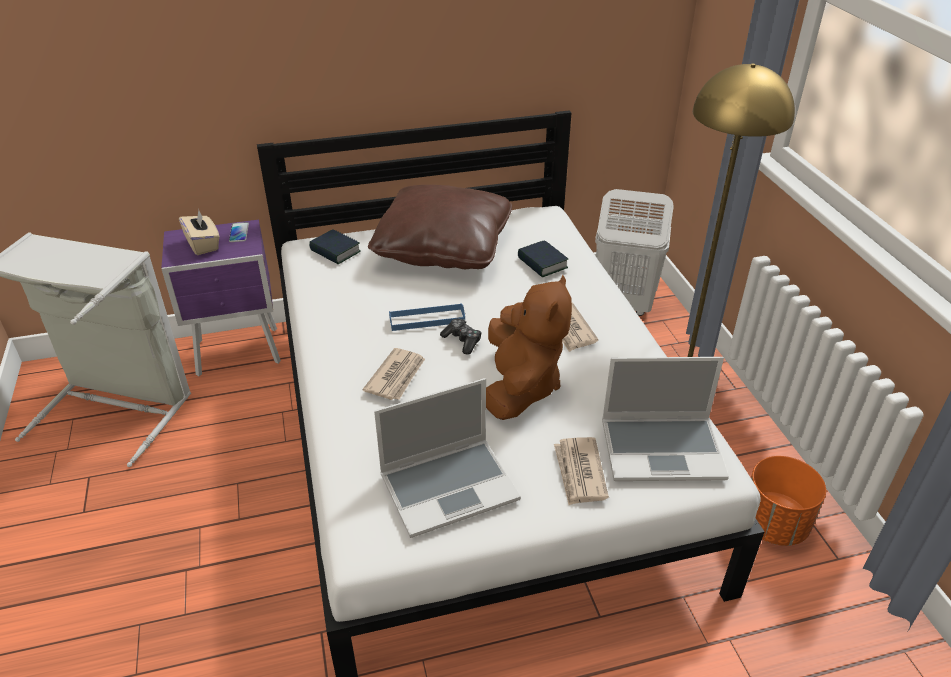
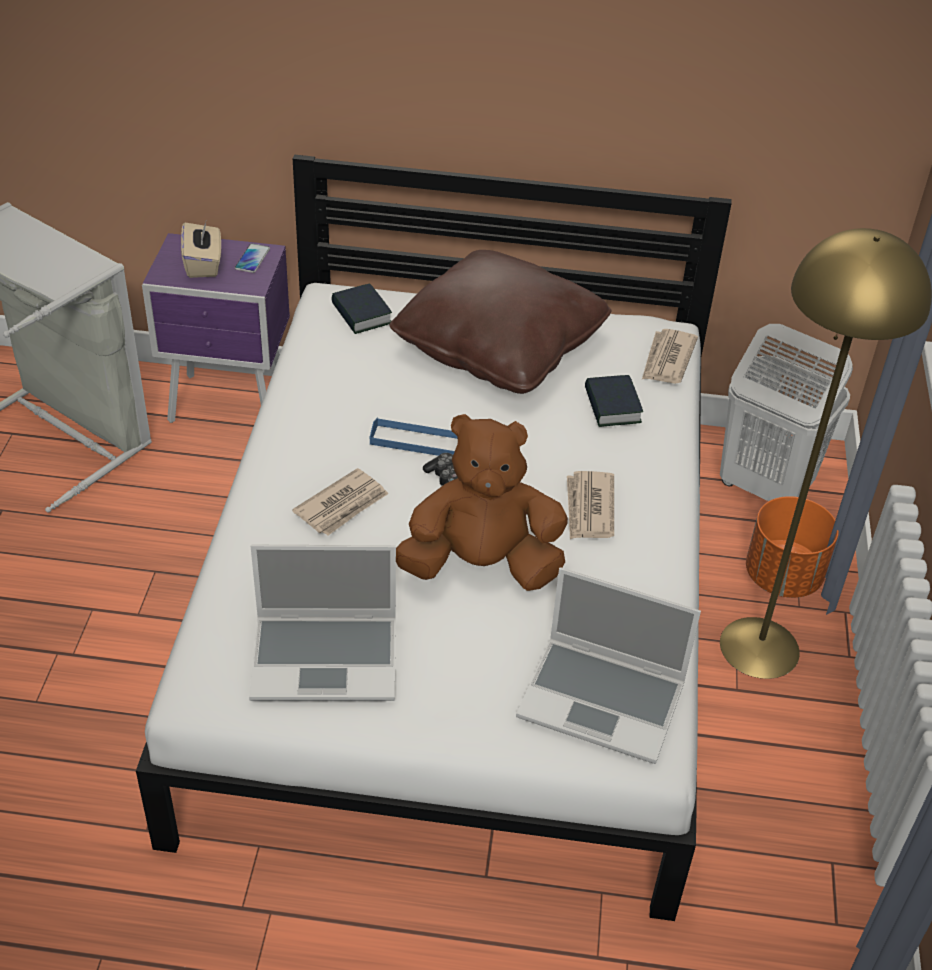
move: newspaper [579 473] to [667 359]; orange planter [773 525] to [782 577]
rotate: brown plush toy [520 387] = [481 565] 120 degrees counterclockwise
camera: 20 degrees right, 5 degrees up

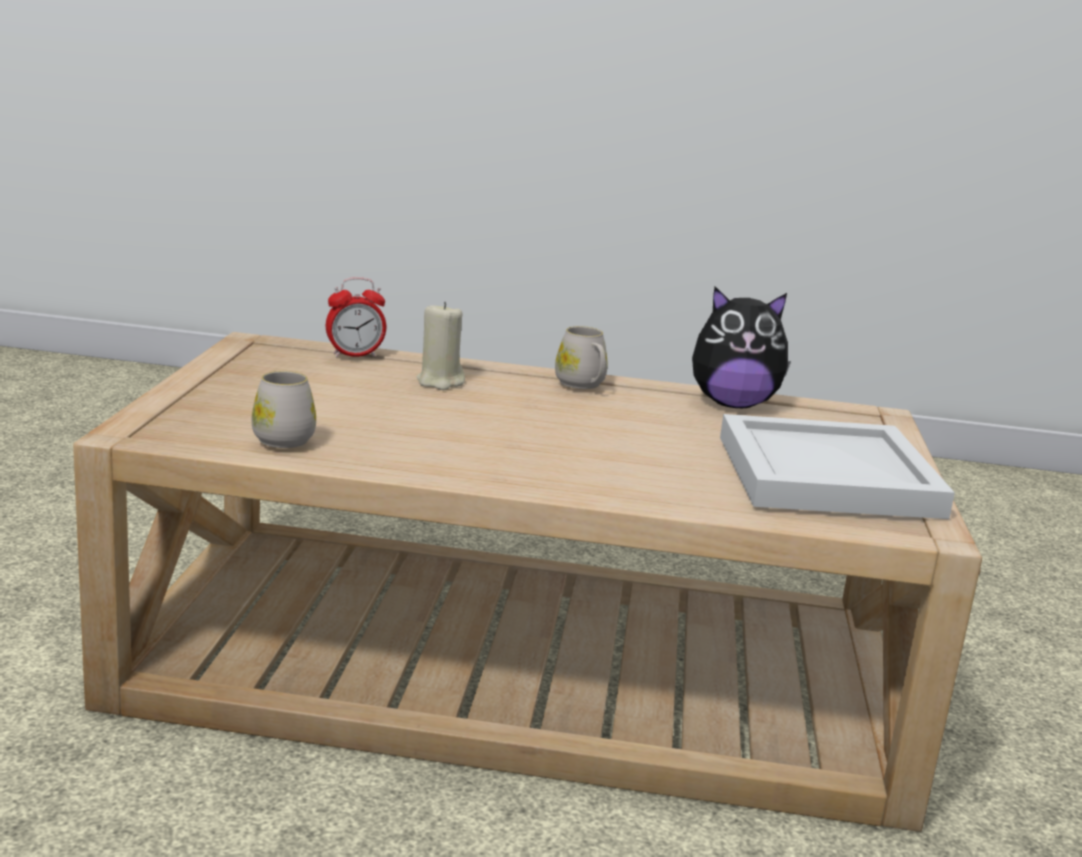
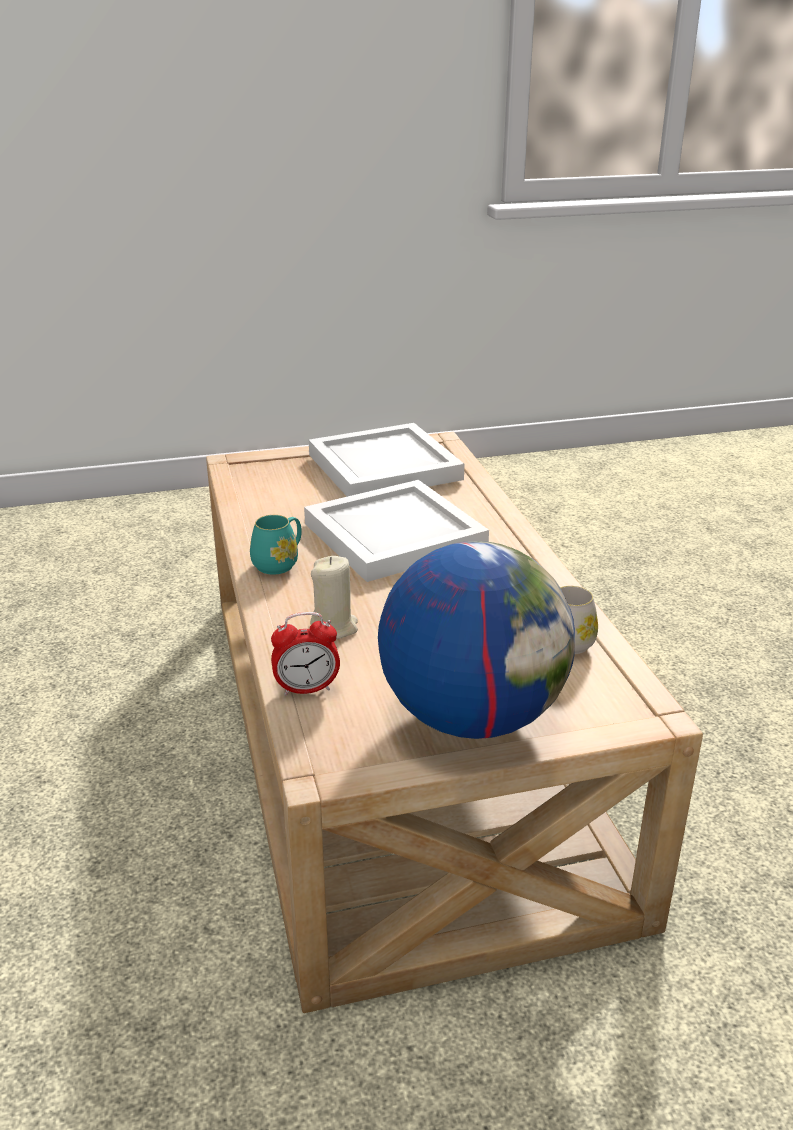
delete: plush toy [733 404]
insert: white tray [393 537]; globe [472 716]
recolor: white mug [583 385] to turquoise mug [279 563]
rotate: alarm clock [354 355] = [307 689] 120 degrees clockwise
camera: 110 degrees left, 10 degrees up

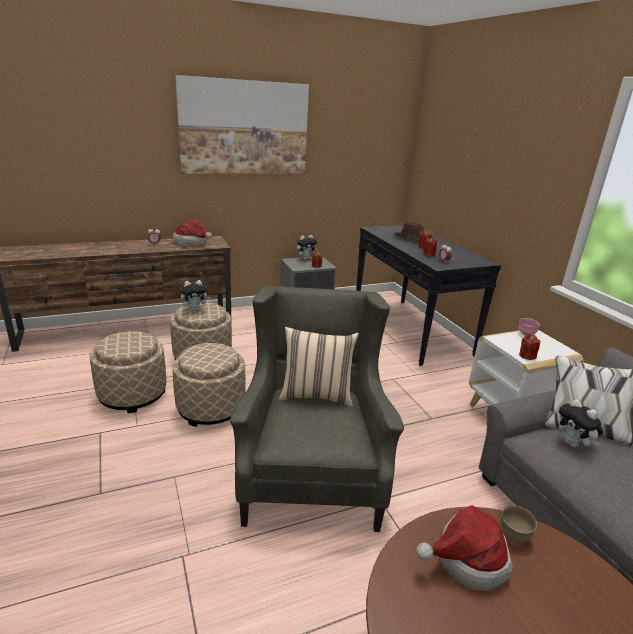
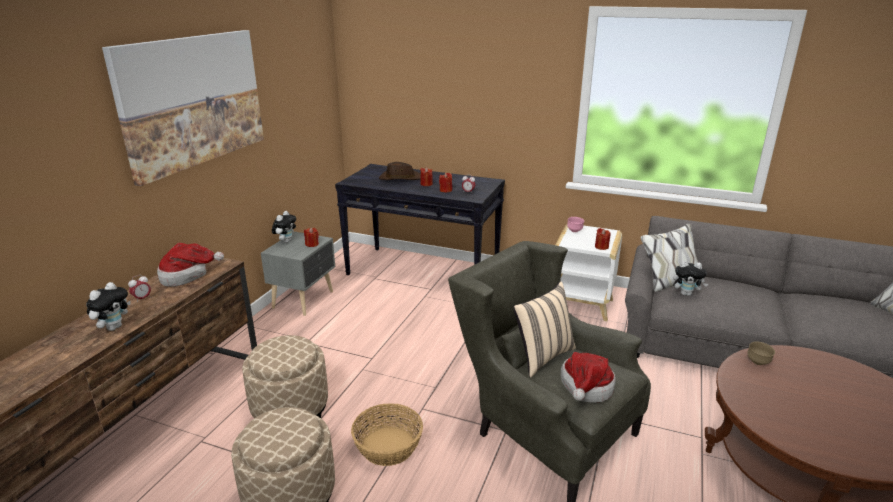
move: plush toy [195 309] to [114 327]; hat [466 559] to [585 389]
replace: beige ottoman [211 407] to basket [388 446]
camera: 45 degrees left, 0 degrees up

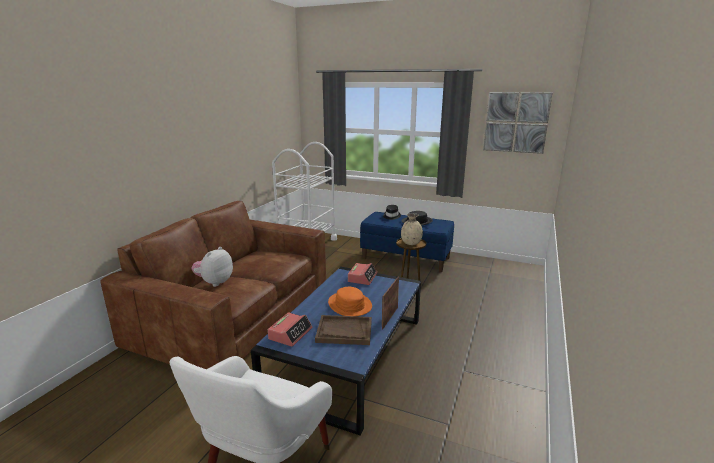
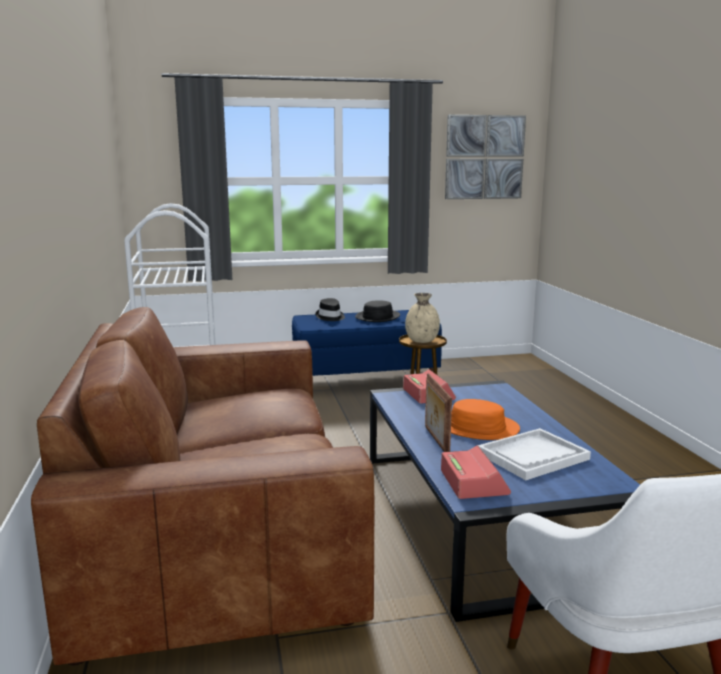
delete: plush toy [214 282]
move: picture frame [389 317] to [435 441]
recolor: brown tray [344 331] to white tray [532 456]
camera: 35 degrees left, 5 degrees down

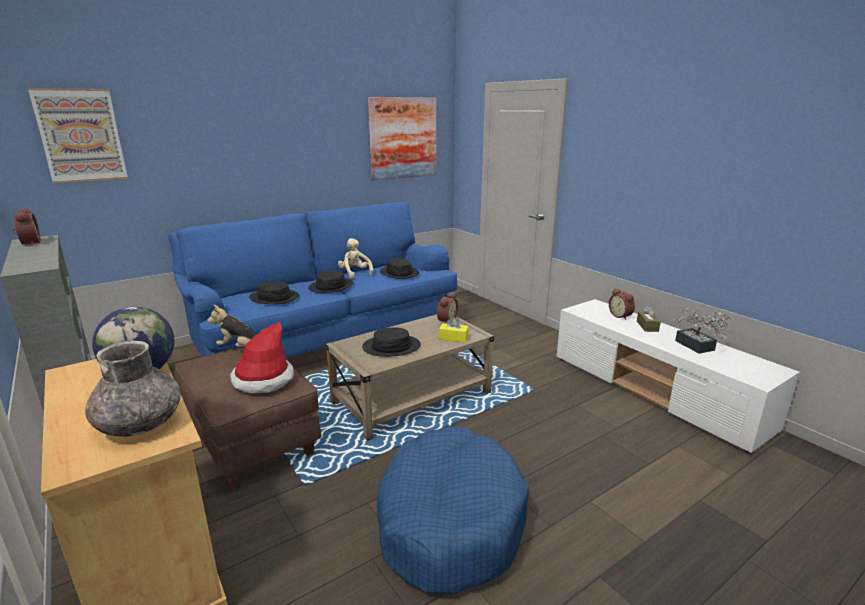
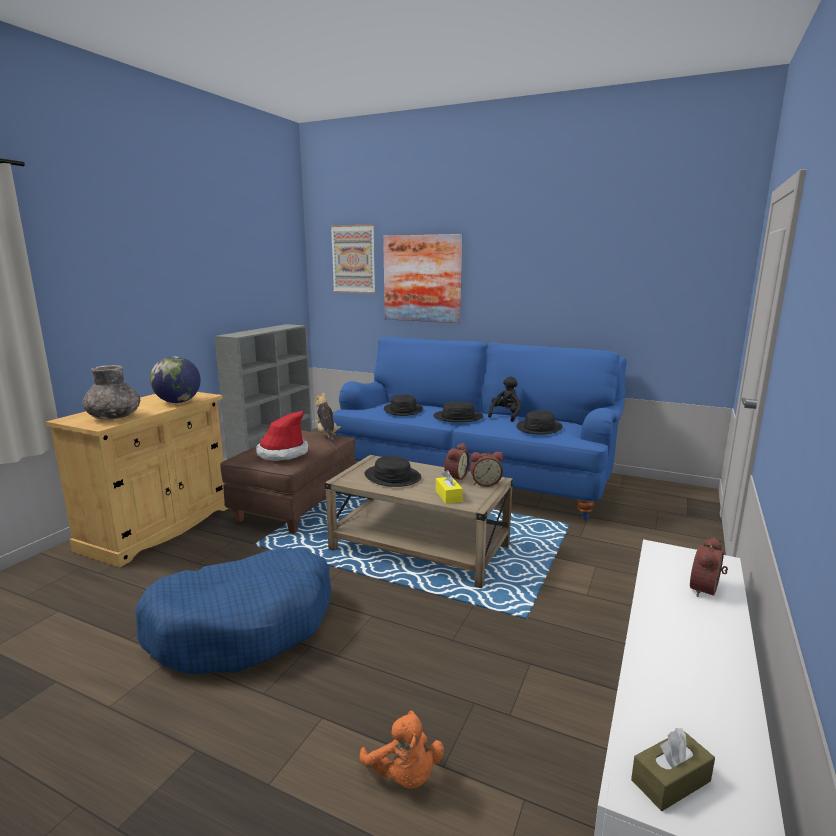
delete: potted plant [697 347]
insert: orange plush toy [404 776]
move: alarm clock [29 243] to [455 477]; picture [403 138] to [422 278]; brown tissue box [647 326] to [670 780]
recolor: beige plush toy [355 273] to black plush toy [505 416]
camera: 60 degrees right, 5 degrees down

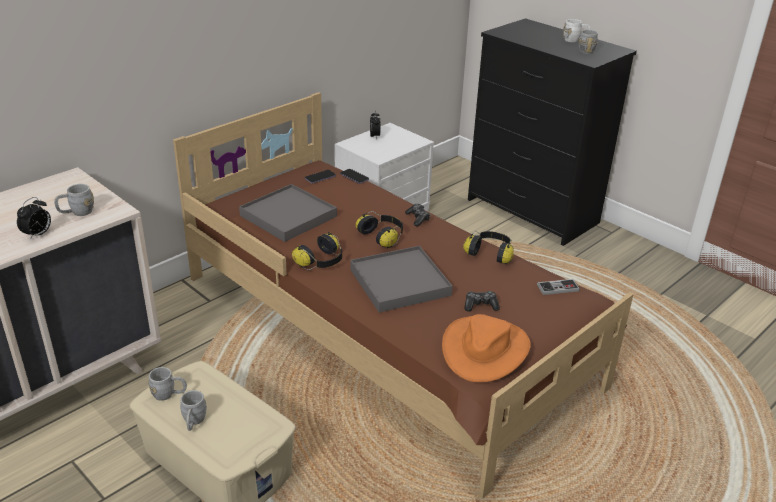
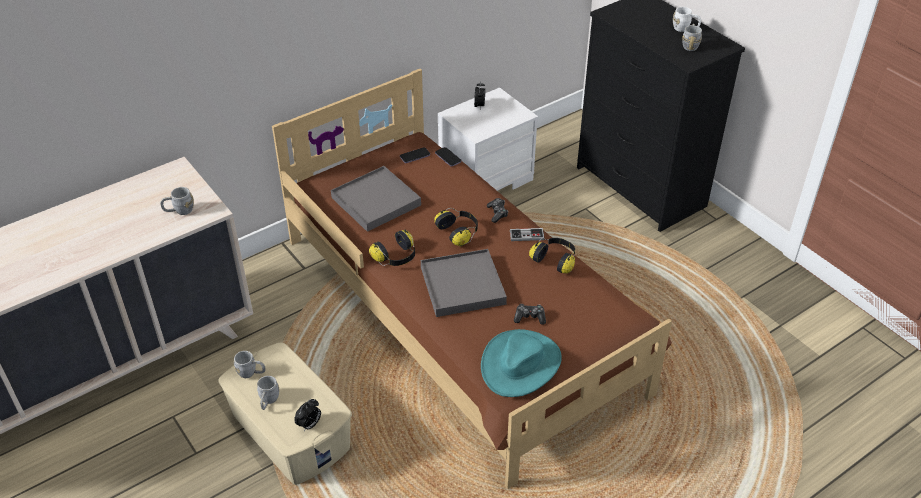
move: alarm clock [38 235] to [309 425]; game controller [558 288] to [527 235]
recolor: orange hat [484 349] to turquoise hat [520 364]
camera: 10 degrees right, 10 degrees up

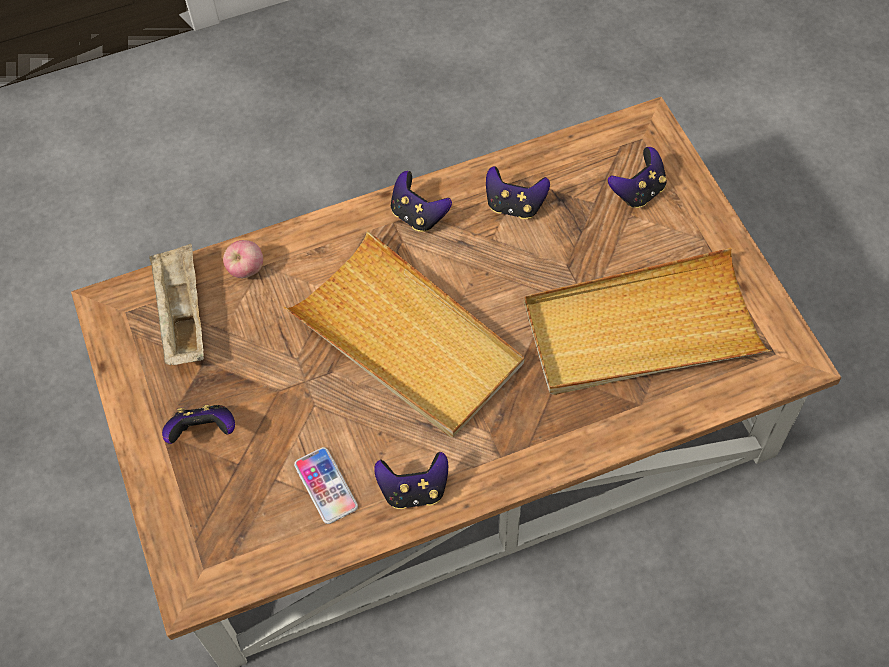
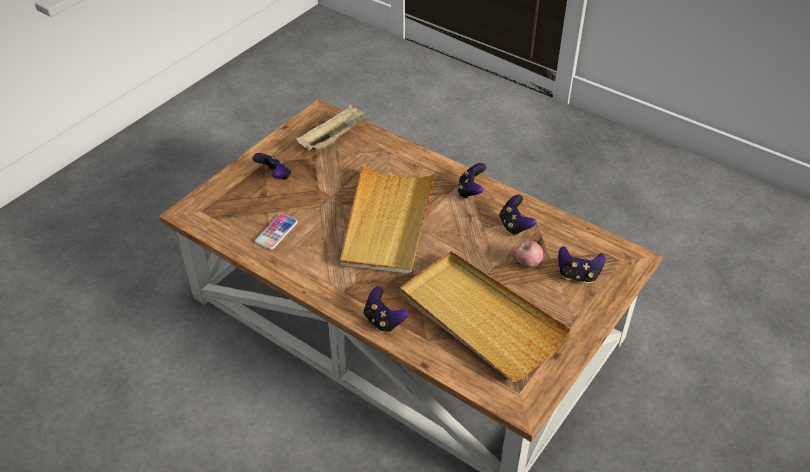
move: apple [246 270] to [527 263]; game controller [414 490] to [383 321]
camera: 55 degrees right, 15 degrees down

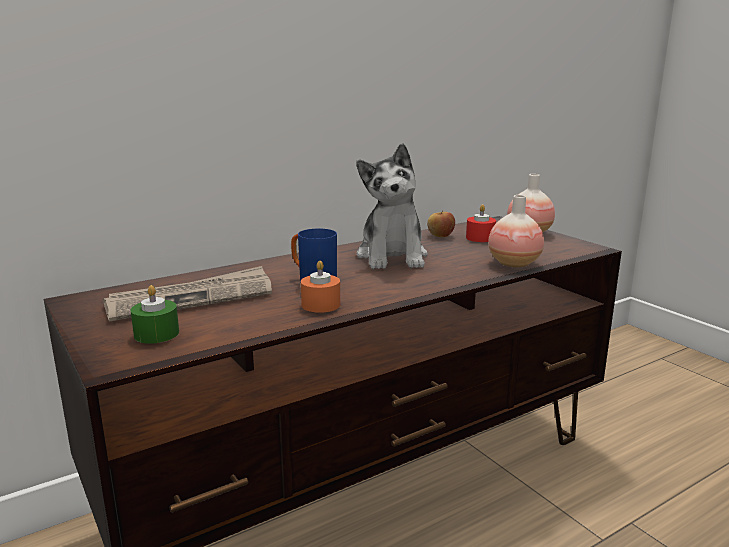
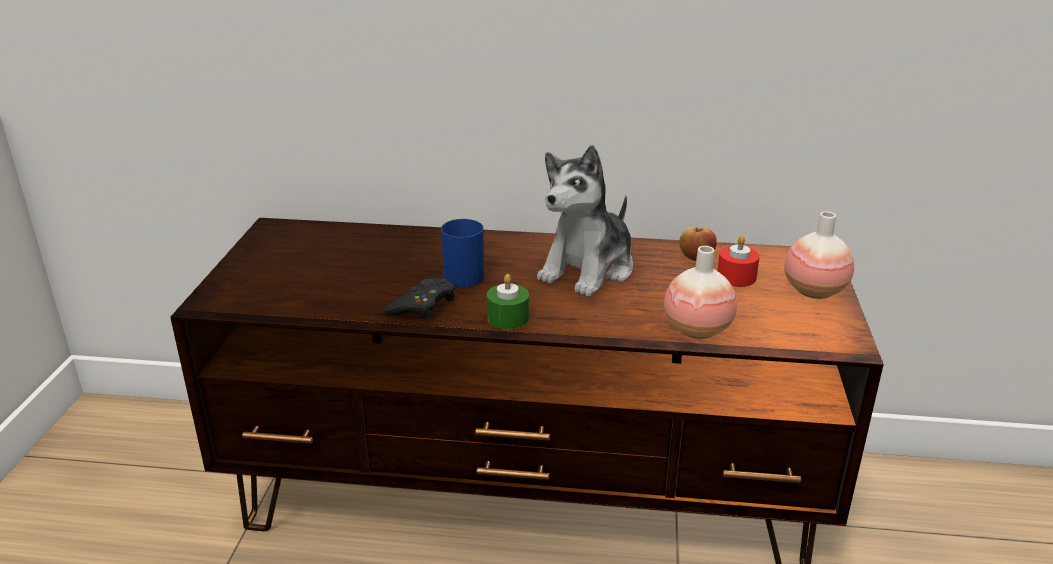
delete: newspaper [192 298]
move: green candle [156 334] to [508 318]
replace: orange candle [321 305] to black game controller [422 305]
camera: 40 degrees right, 10 degrees up

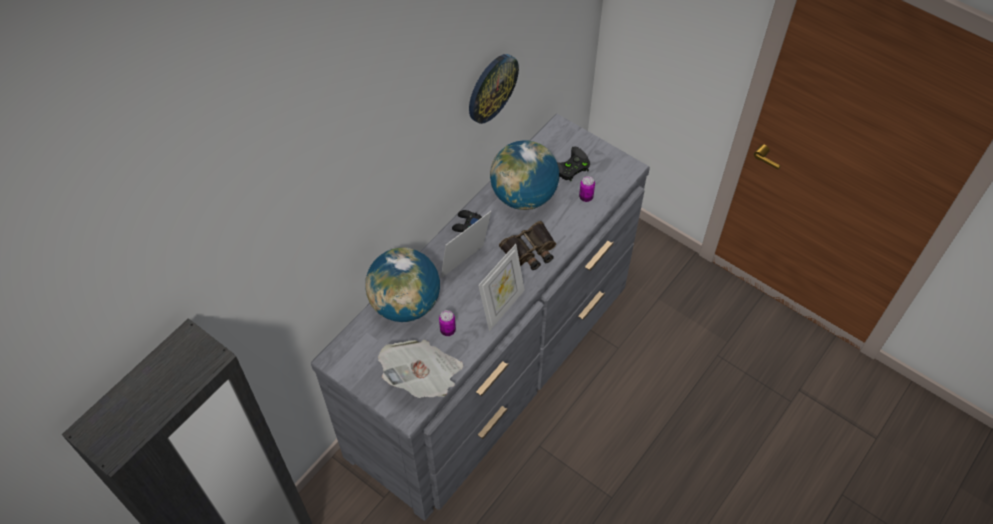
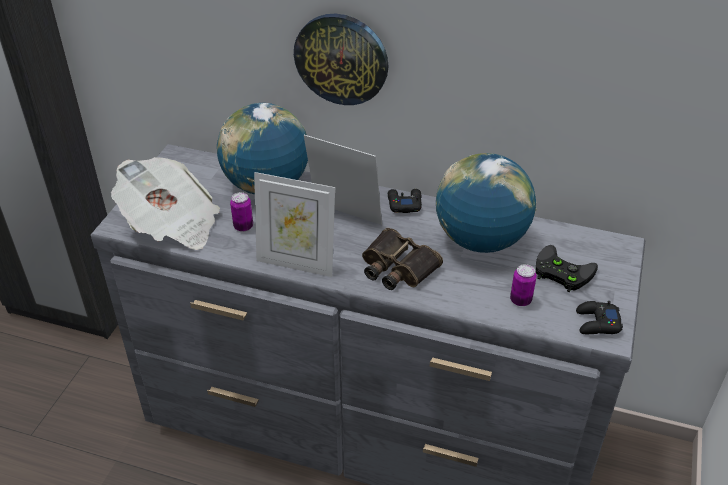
insert: black game controller [597 323]
move: wall clock [492 87] to [341 59]
camera: 70 degrees right, 15 degrees down

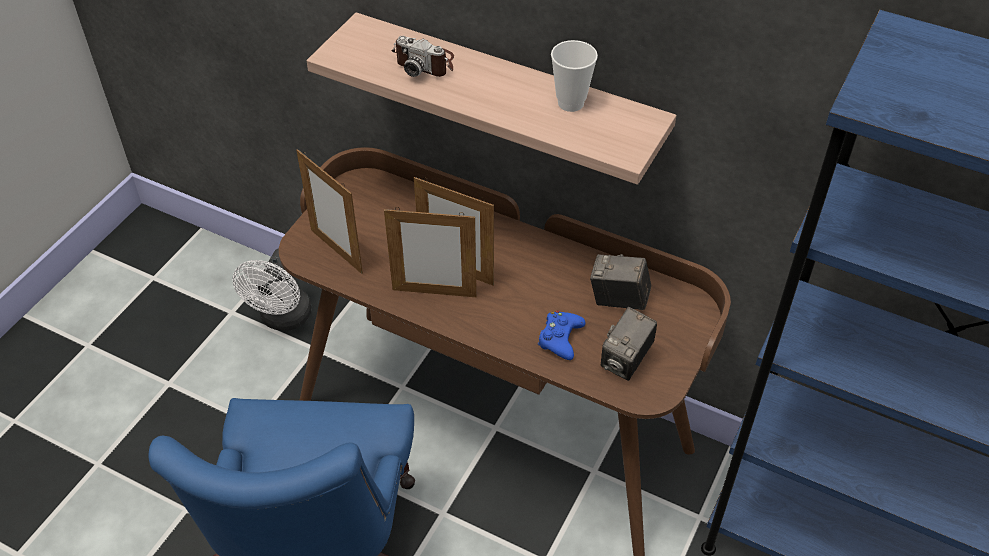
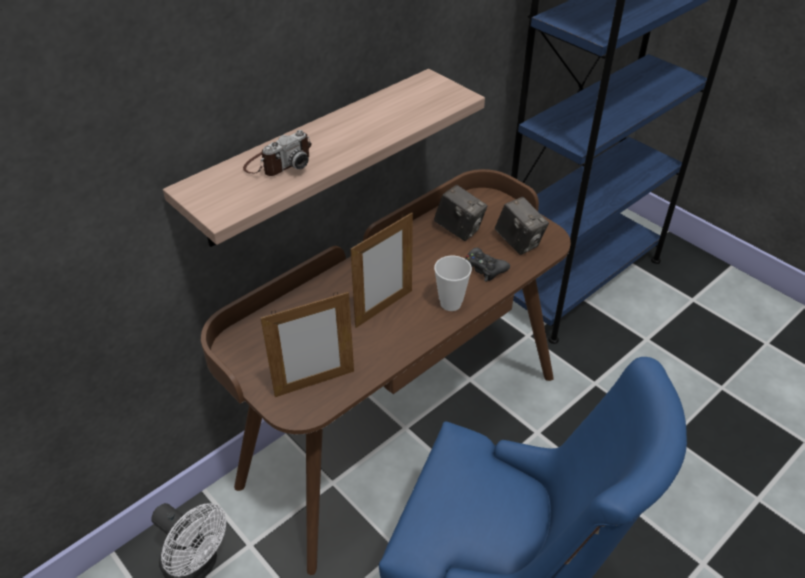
delete: picture frame [434 293]
move: cup [570 103] to [450 303]
recolor: blue game controller [560 339] to black game controller [484 269]
rotate: photo camera [618 300] = [459 229] 90 degrees counterclockwise
camera: 70 degrees left, 5 degrees down

